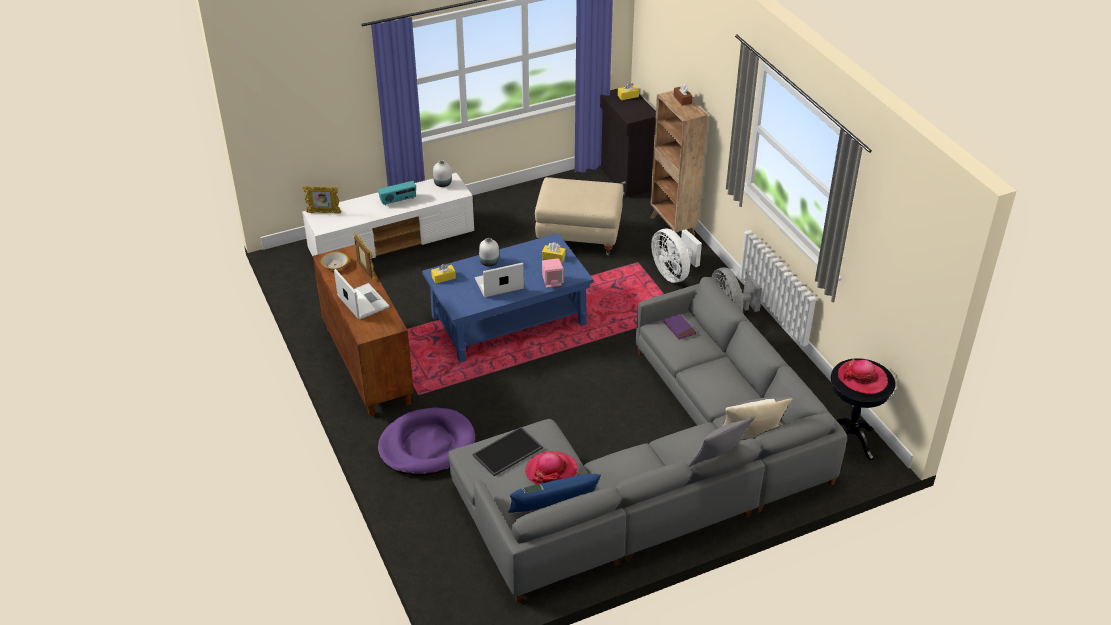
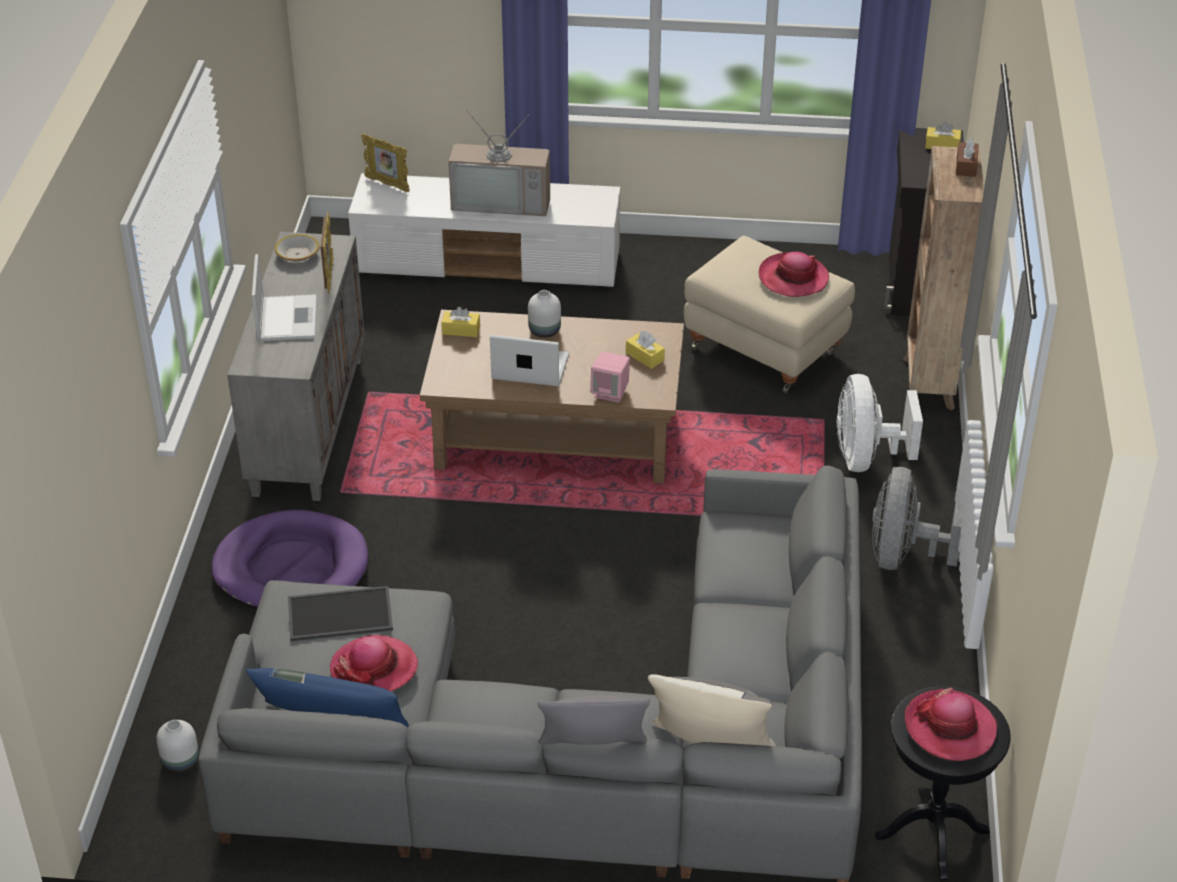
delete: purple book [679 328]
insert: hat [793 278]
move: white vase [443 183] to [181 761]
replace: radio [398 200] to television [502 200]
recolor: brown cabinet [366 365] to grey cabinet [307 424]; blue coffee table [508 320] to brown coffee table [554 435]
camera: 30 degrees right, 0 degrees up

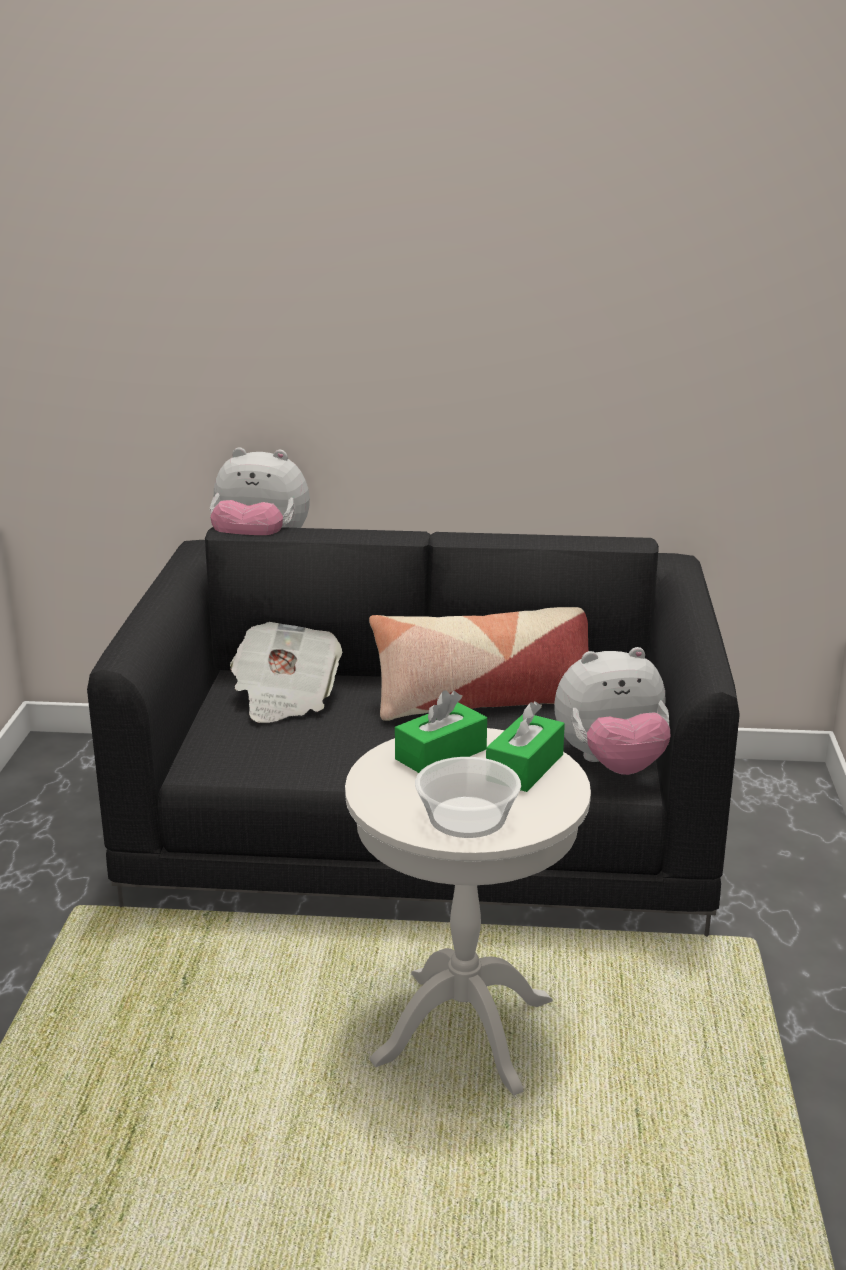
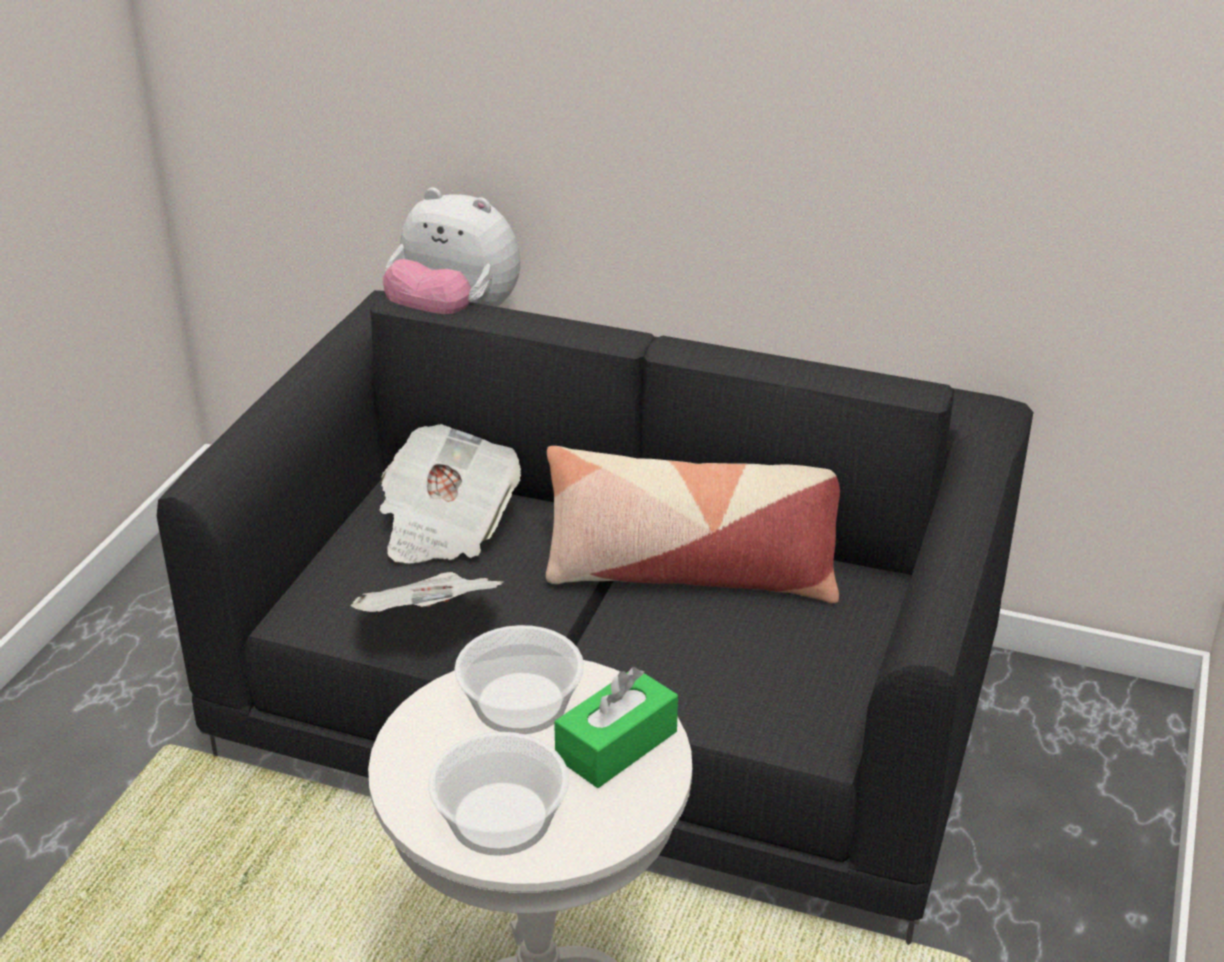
delete: plush toy [611 764]
insert: newspaper [430 624]
replace: green tissue box [441 754] to bowl [521 702]
camera: 15 degrees right, 10 degrees up

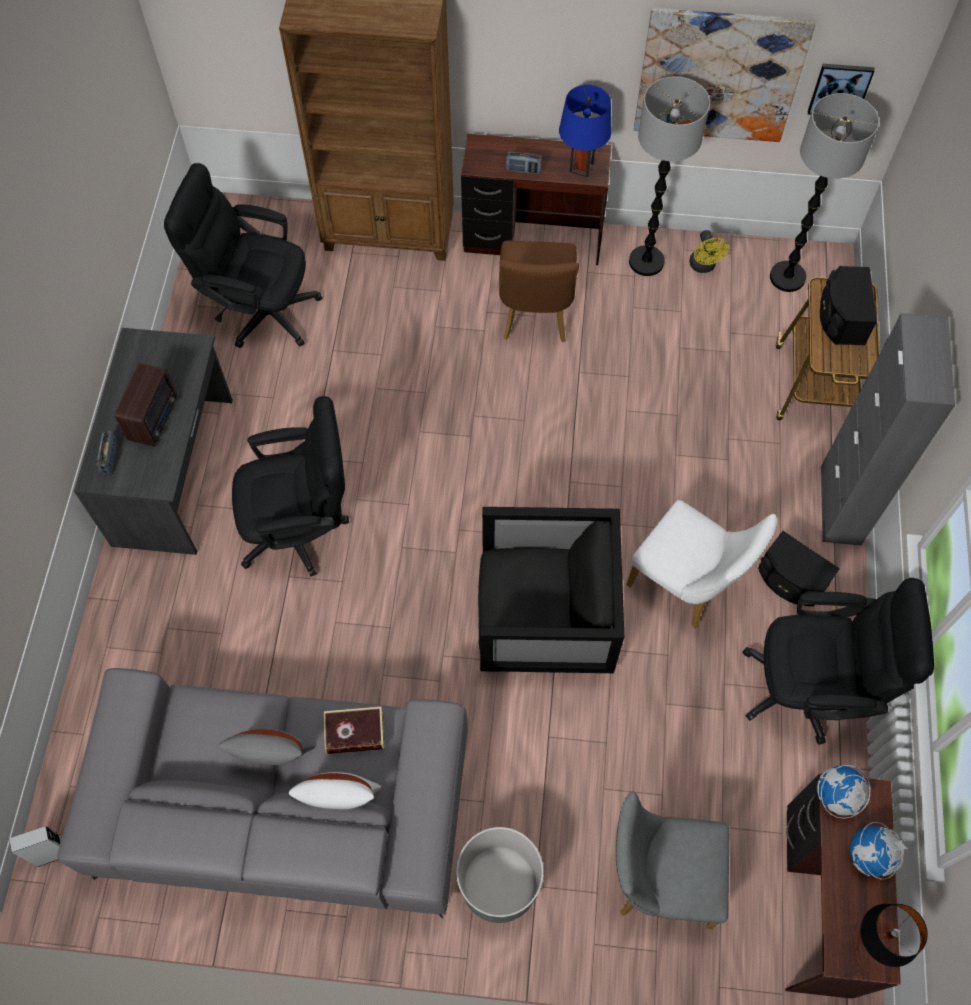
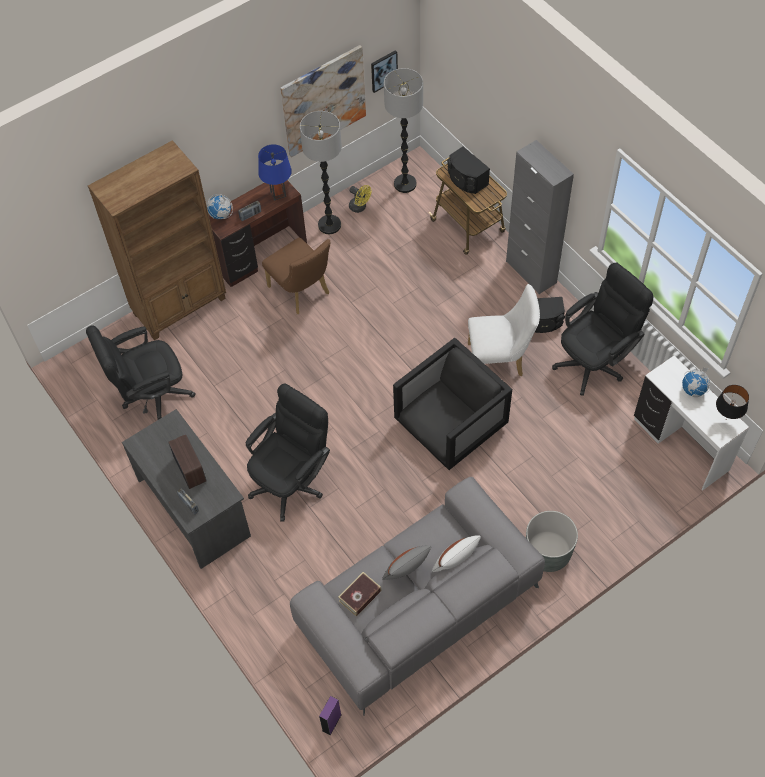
delete: grey chair [658 879]
move: book [355 733] to [360 596]; globe [836 796] to [221 215]
recolor: grey speaker [54 853] to purple speaker [331 722]; brown desk [815 901] to white desk [680 445]
camera: 40 degrees left, 5 degrees down

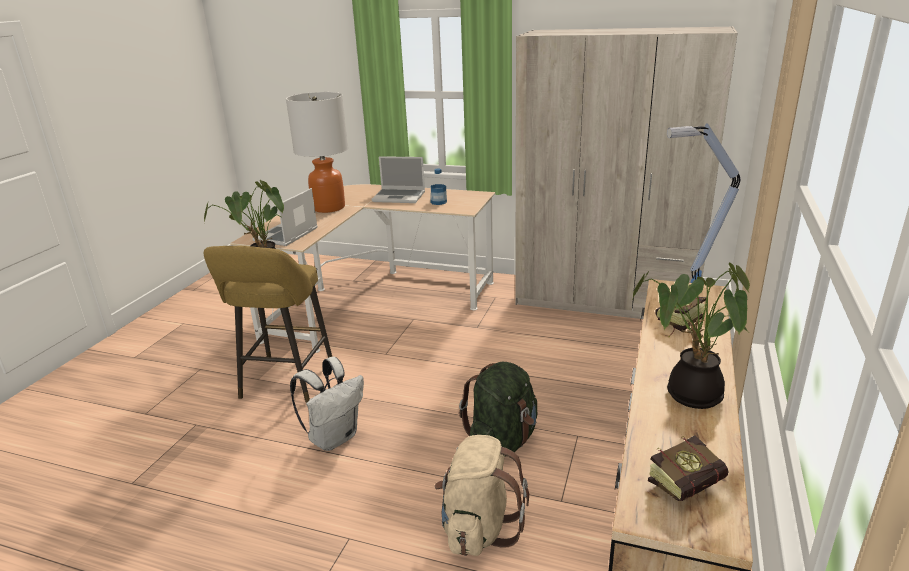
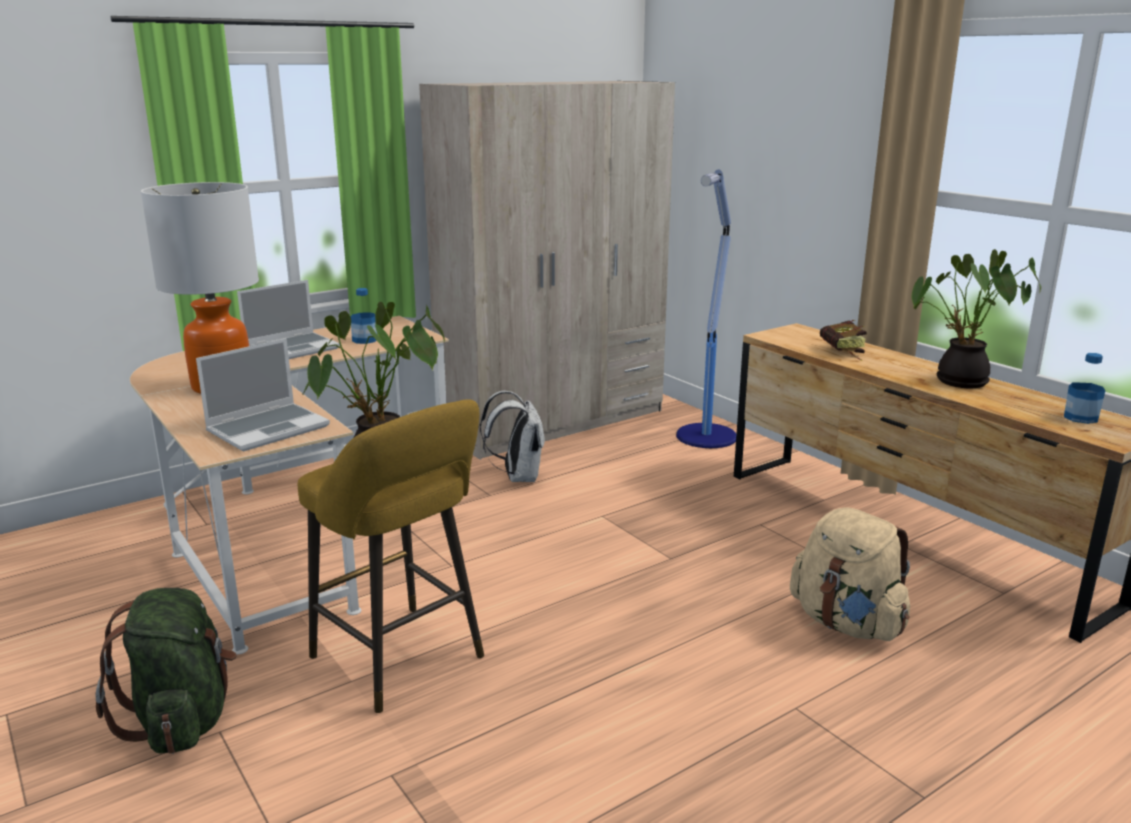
move: white backpack [334 437] to [518 477]; green backpack [502 442] to [182 720]
replace: book [690 484] to bottle [1080 417]
rotate: laptop [286 235] = [269 428] 105 degrees counterclockwise
camera: 55 degrees left, 5 degrees down

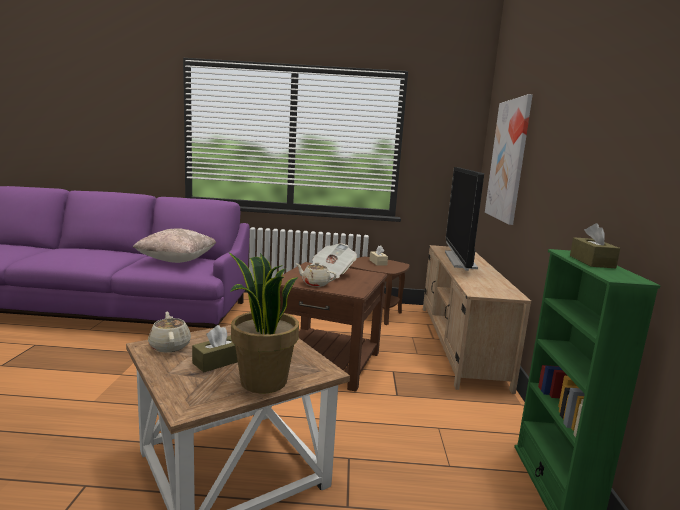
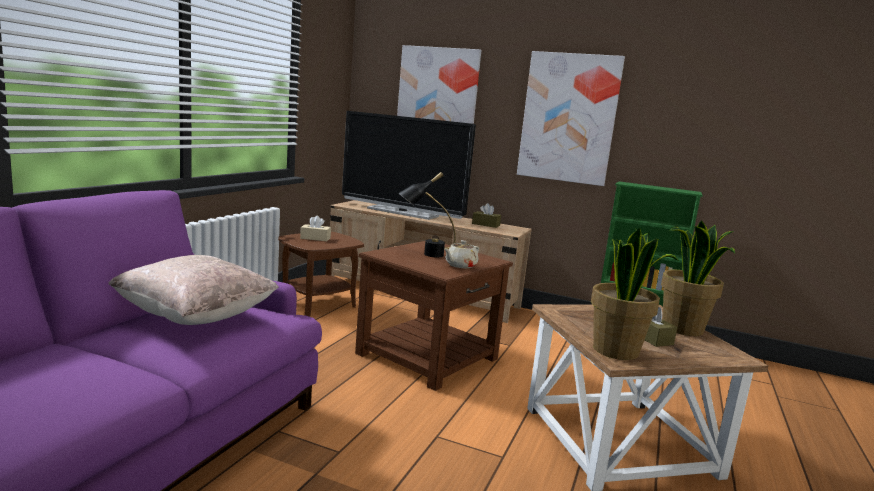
insert: picture [568 118]
move: brown tissue box [591 262] to [486 224]
replace: beige teapot [170 346] to potted plant [616 351]; newspaper [330 274] to black table lamp [424 254]
camera: 70 degrees left, 0 degrees up

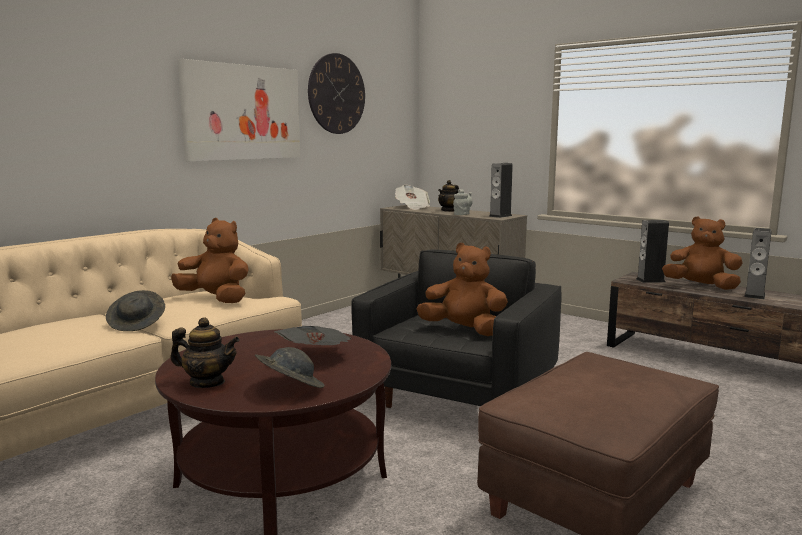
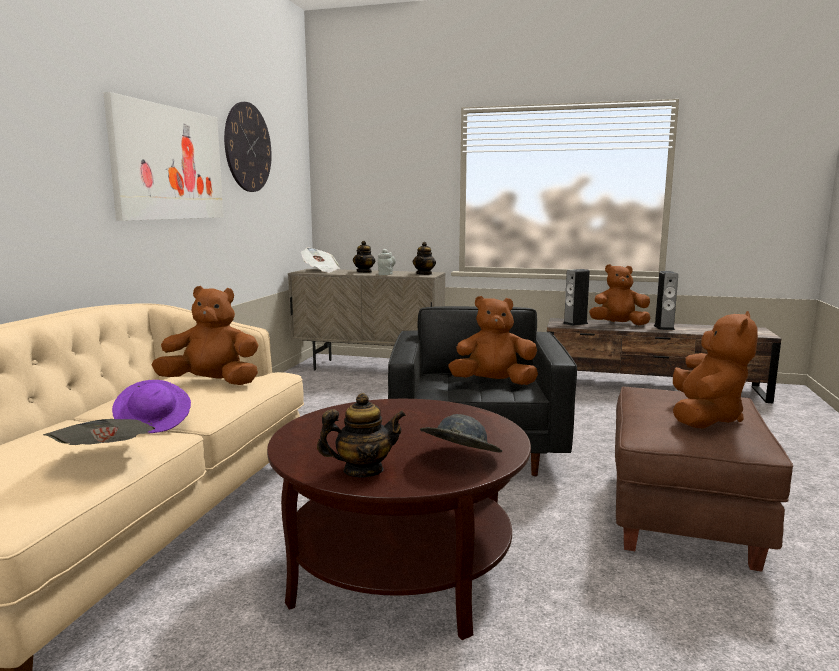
insert: brown plush toy [705 418]
move: newspaper [315 356] to [106 458]
replace: speaker [500 216] to teapot [424 274]
recolor: grey hat [137 324] to purple hat [154 422]
camera: 25 degrees left, 0 degrees up

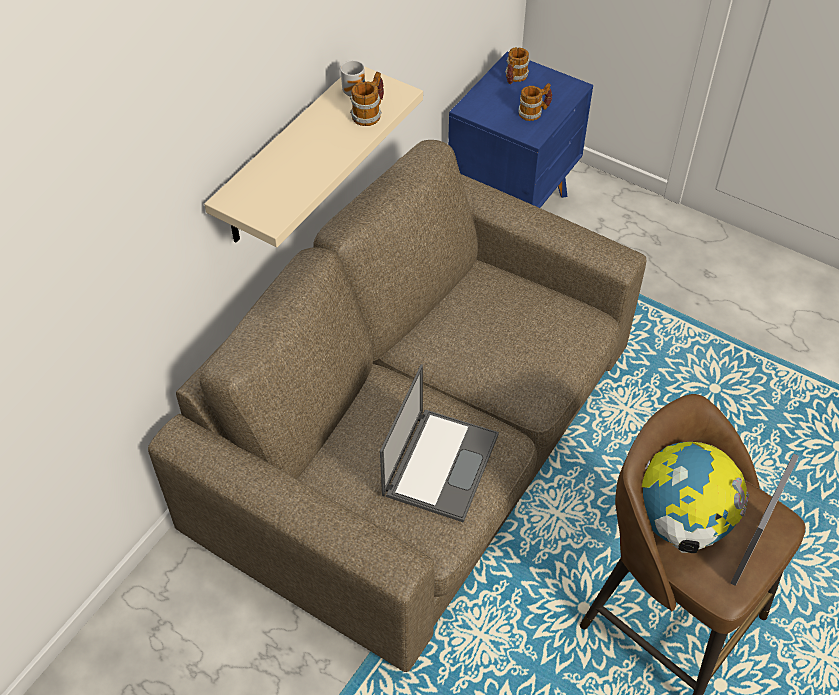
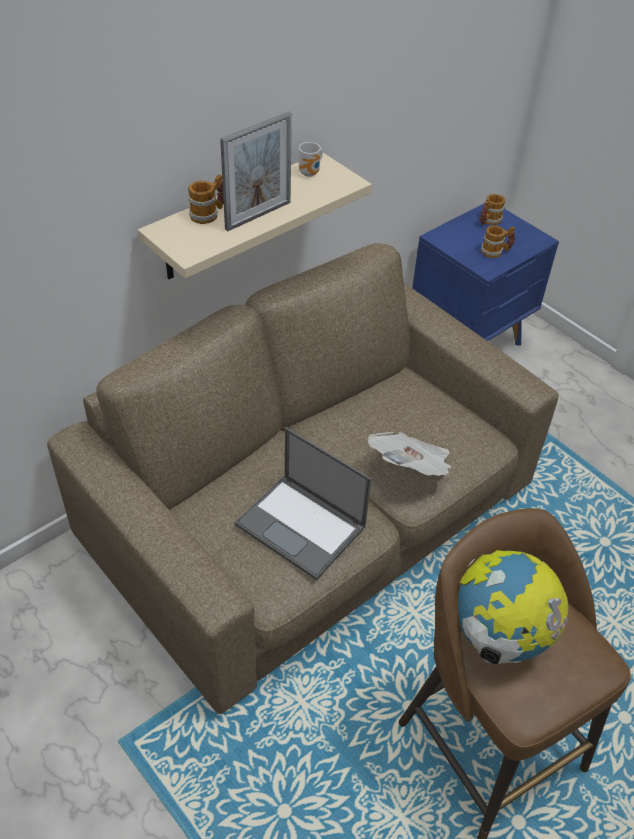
insert: newspaper [411 468]
move: mug [370 113] to [208 214]; picture frame [750 548] to [258 215]
rotate: laptop [440 463] = [302 526] 90 degrees clockwise
camera: 15 degrees right, 5 degrees down

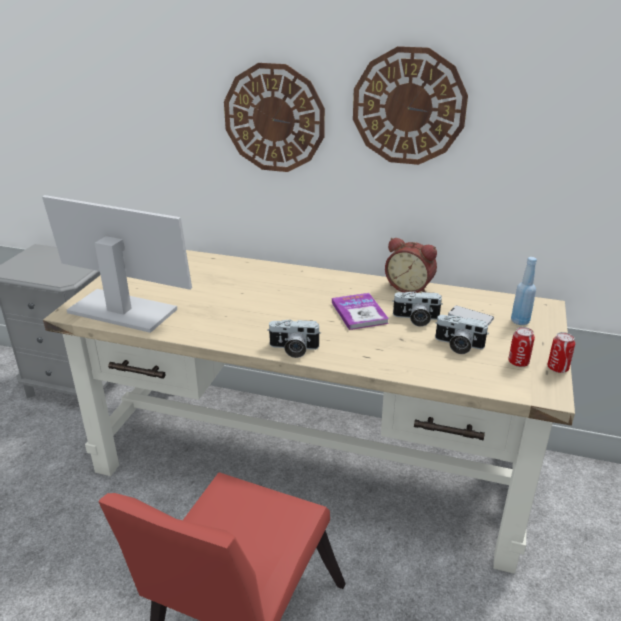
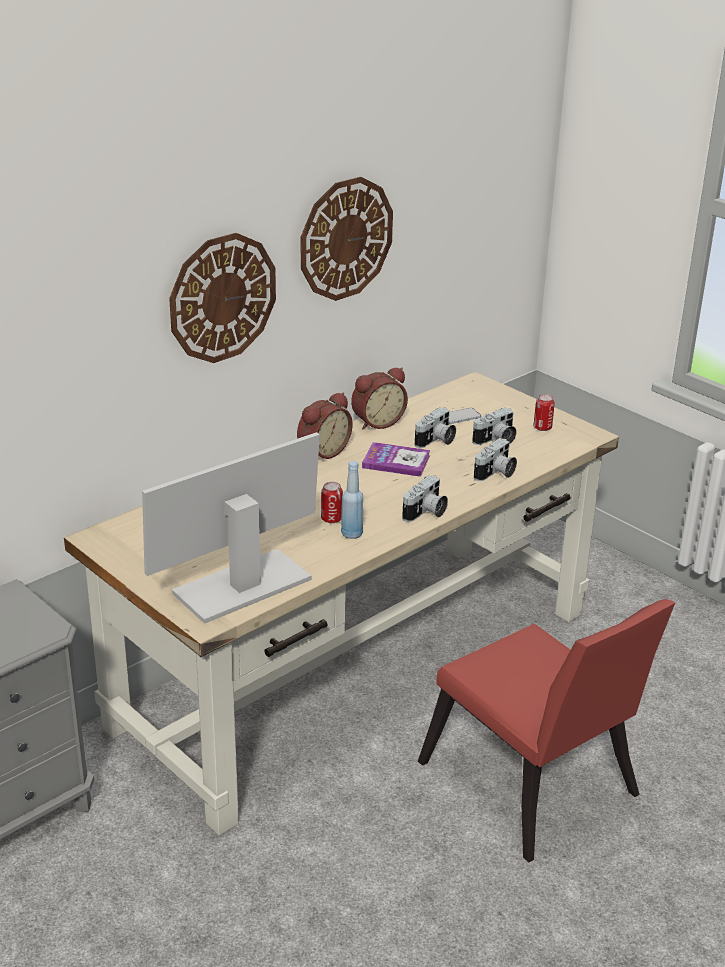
insert: alarm clock [322 452]; photo camera [496 473]
move: blue bottle [519 321] to [351 534]; can [557 368] to [331 519]
camera: 60 degrees left, 0 degrees up

